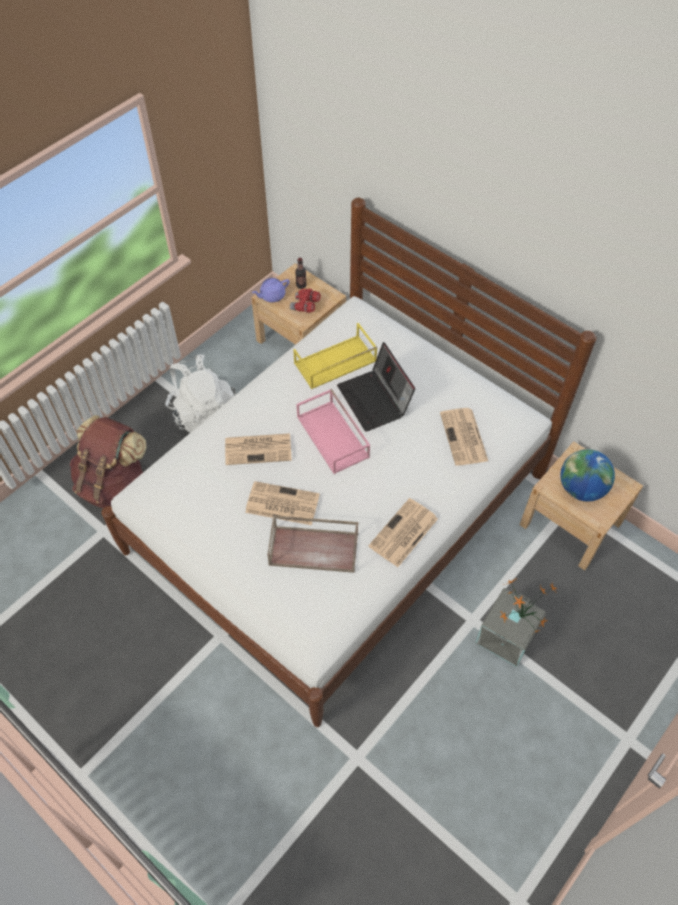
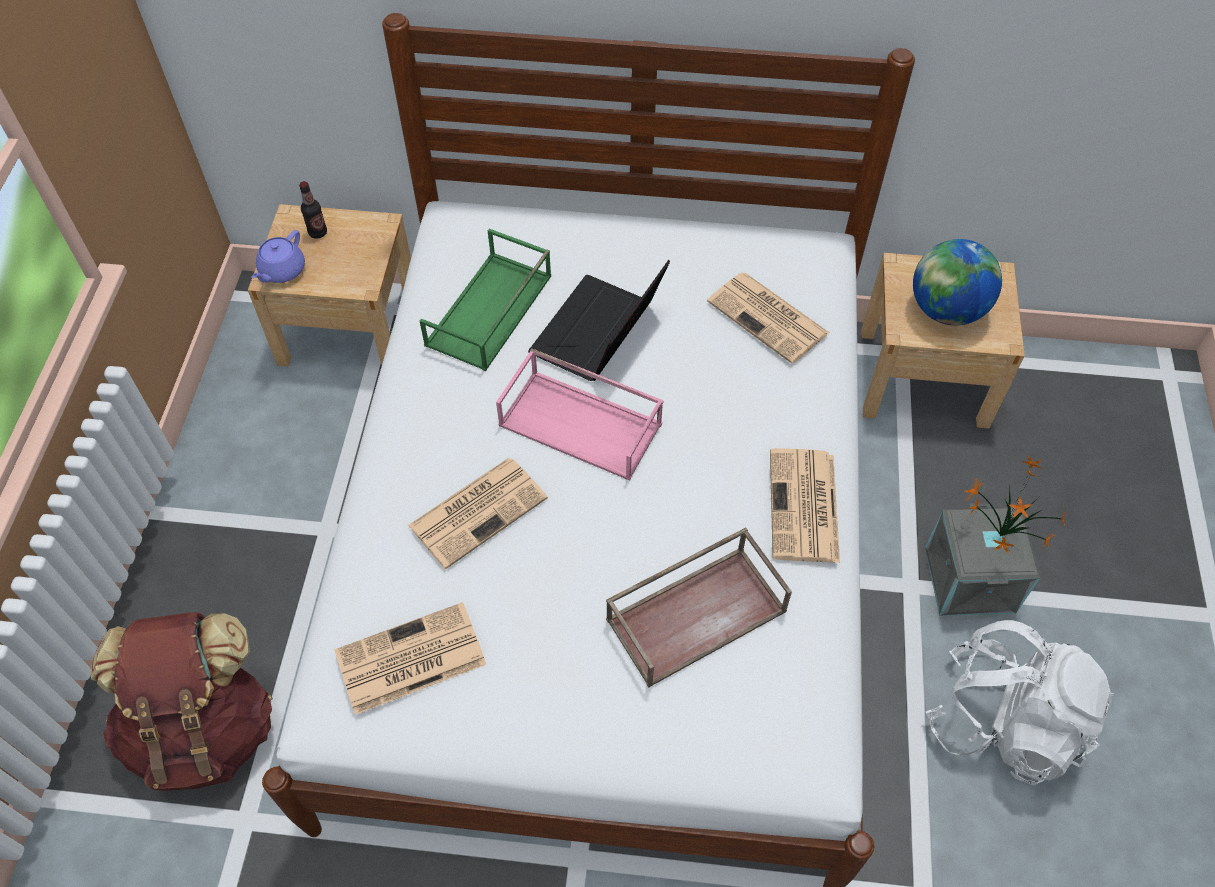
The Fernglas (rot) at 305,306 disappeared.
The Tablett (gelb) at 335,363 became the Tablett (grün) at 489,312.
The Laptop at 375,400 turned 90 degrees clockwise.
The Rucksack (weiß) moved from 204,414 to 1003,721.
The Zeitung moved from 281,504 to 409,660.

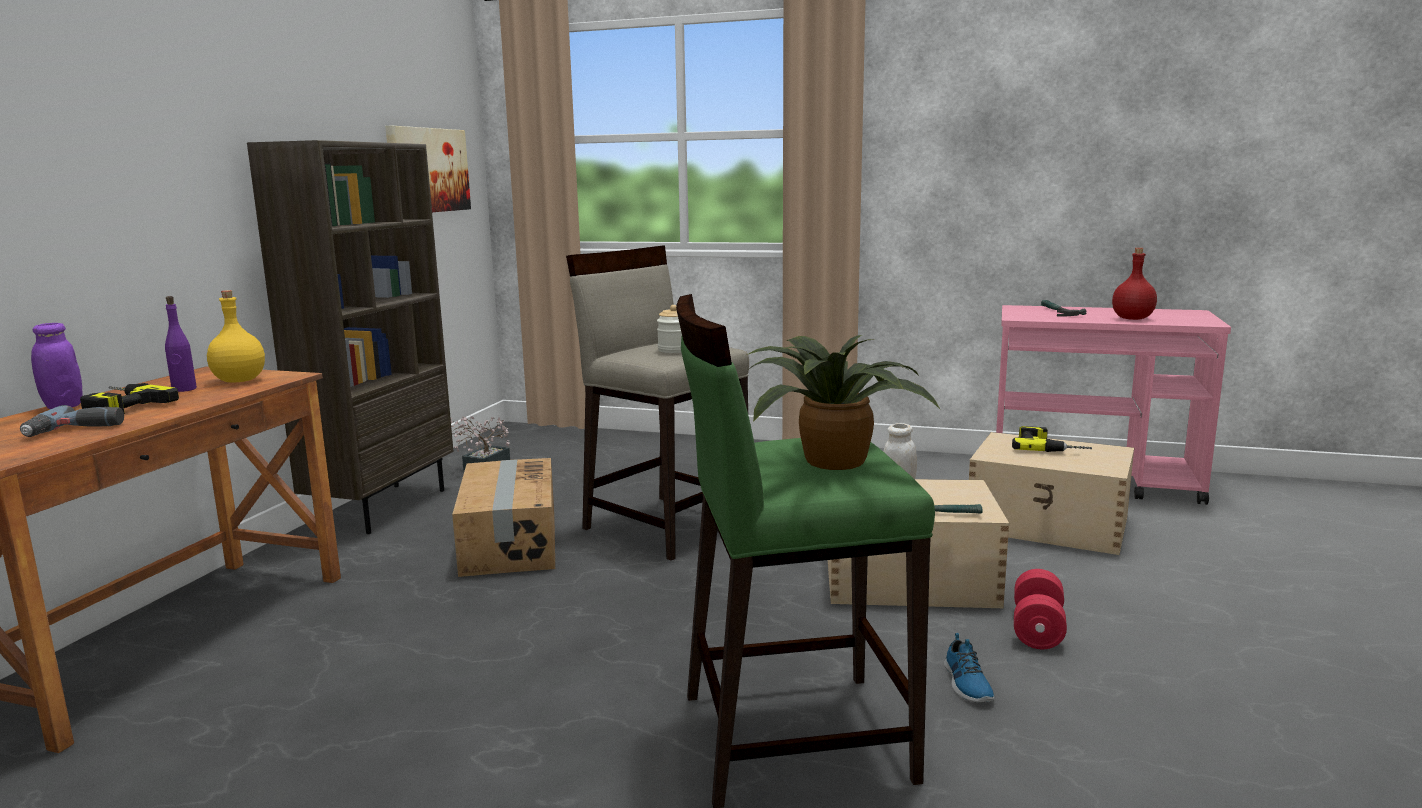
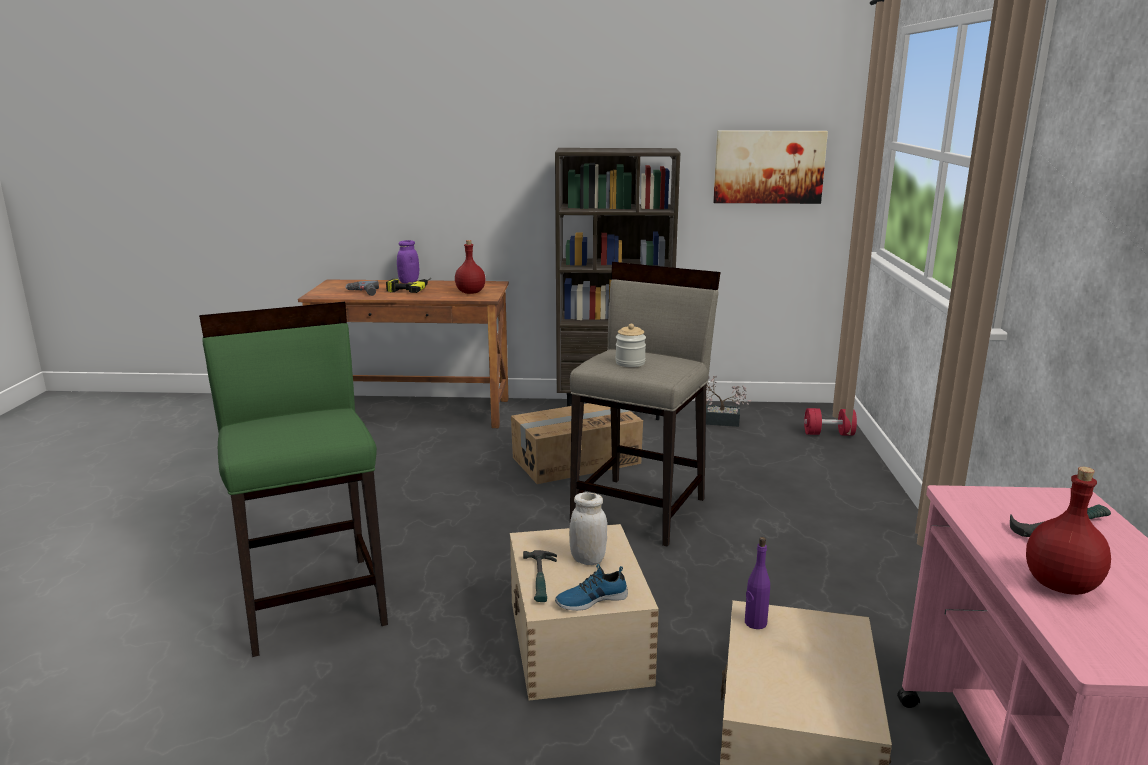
The Flasche (gelb) at 240,380 became the Flasche (rot) at 471,292.
The Flasche (lila) moved from 184,389 to 755,623.
The Topfpflanze at 834,459 disappeared.
The Bohrmaschine at 1050,447 disappeared.
The Hantel (rot) moved from 1037,629 to 828,434.
The Schuh moved from 966,684 to 591,599.

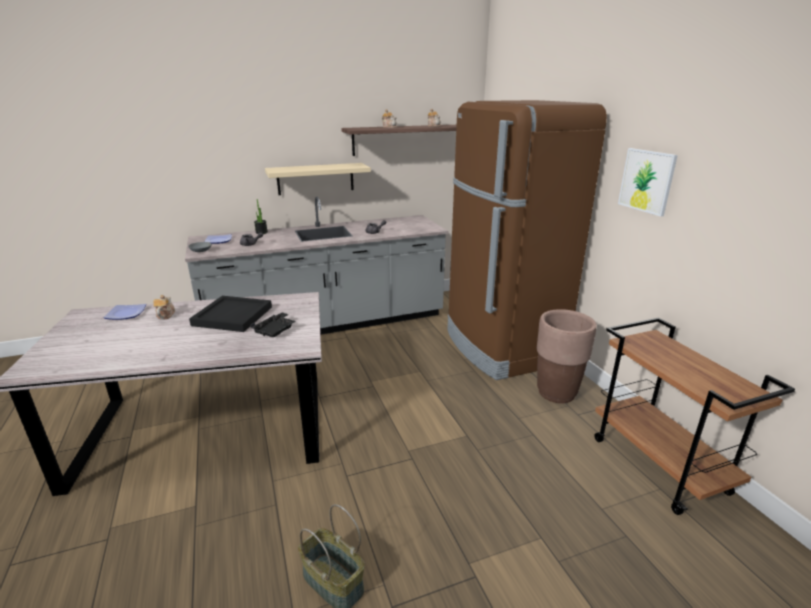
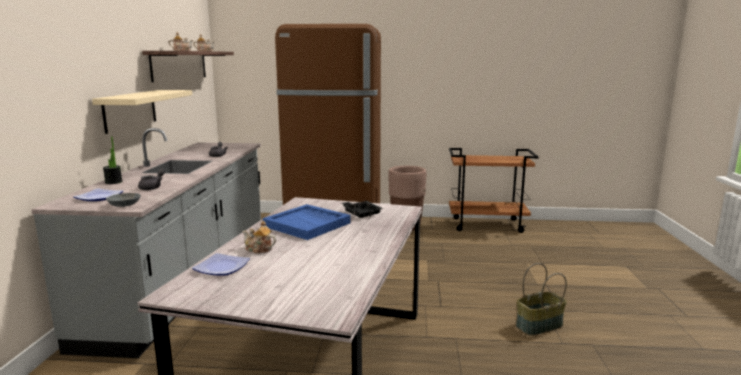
The Bild at 647,181 disappeared.
The Tablett (schwarz) at 233,316 became the Tablett (blau) at 308,224.

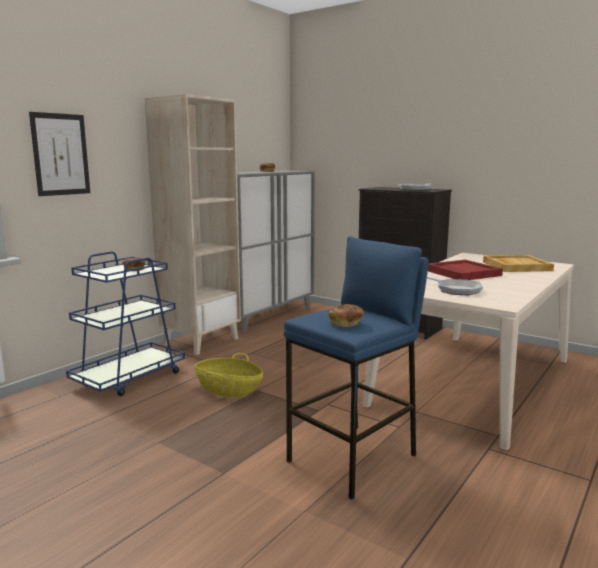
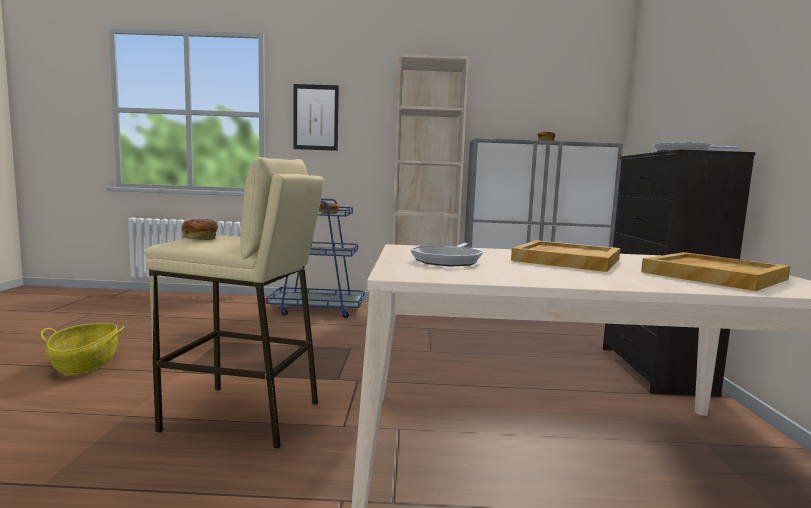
The Hocker (blau) at 354,458 became the Hocker (beige) at 243,416.
The Tablett (rot) at 462,273 became the Tablett (beige) at 566,260.
The Korb moved from 229,390 to 85,363.

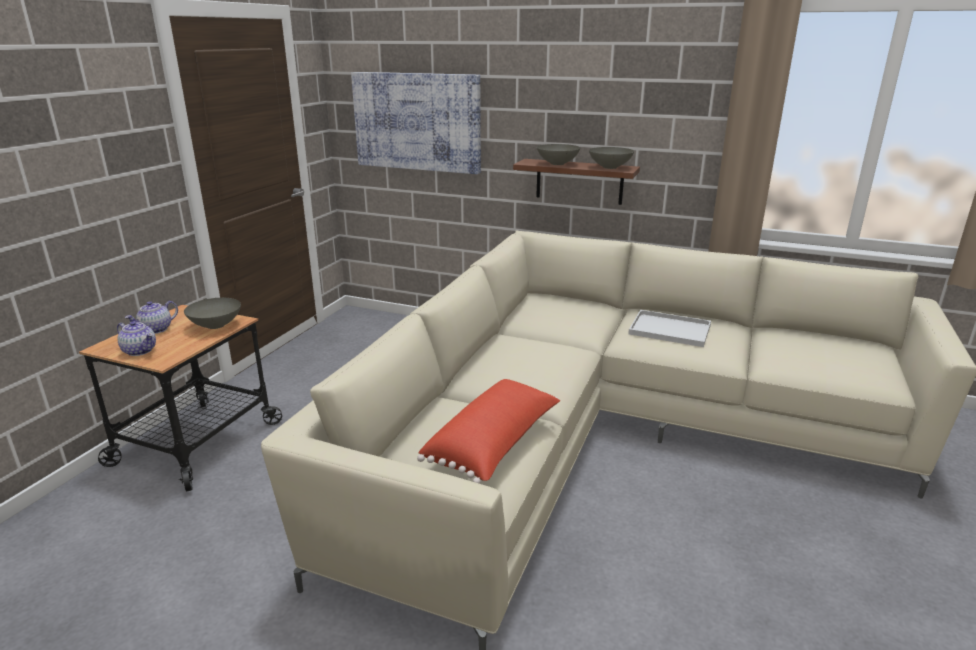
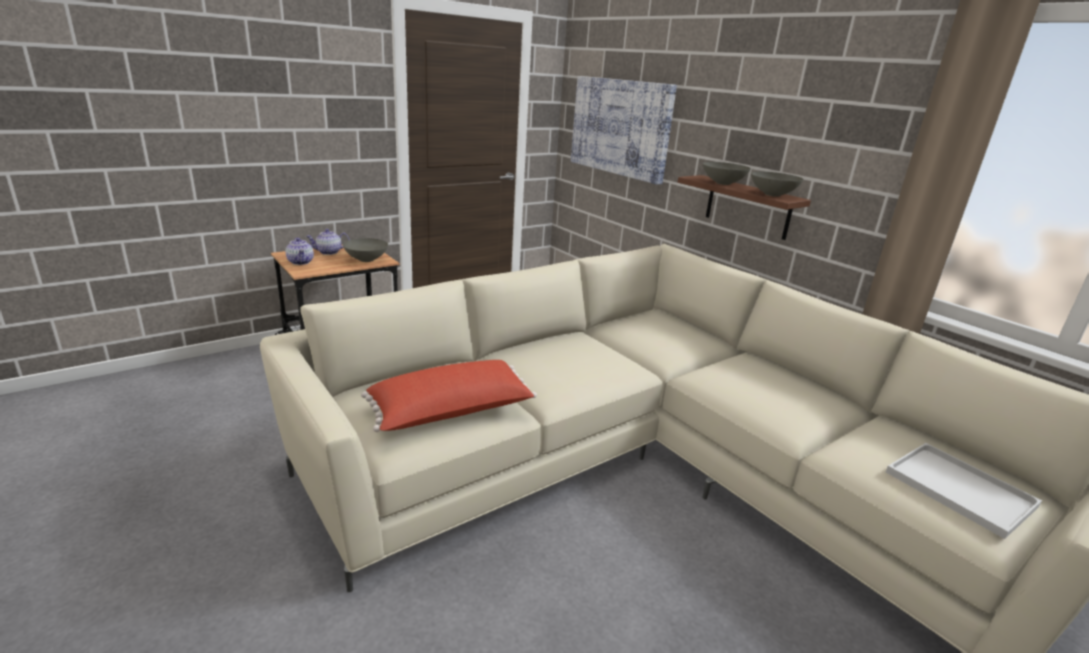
The Tablett (weiß) moved from 668,330 to 956,488.

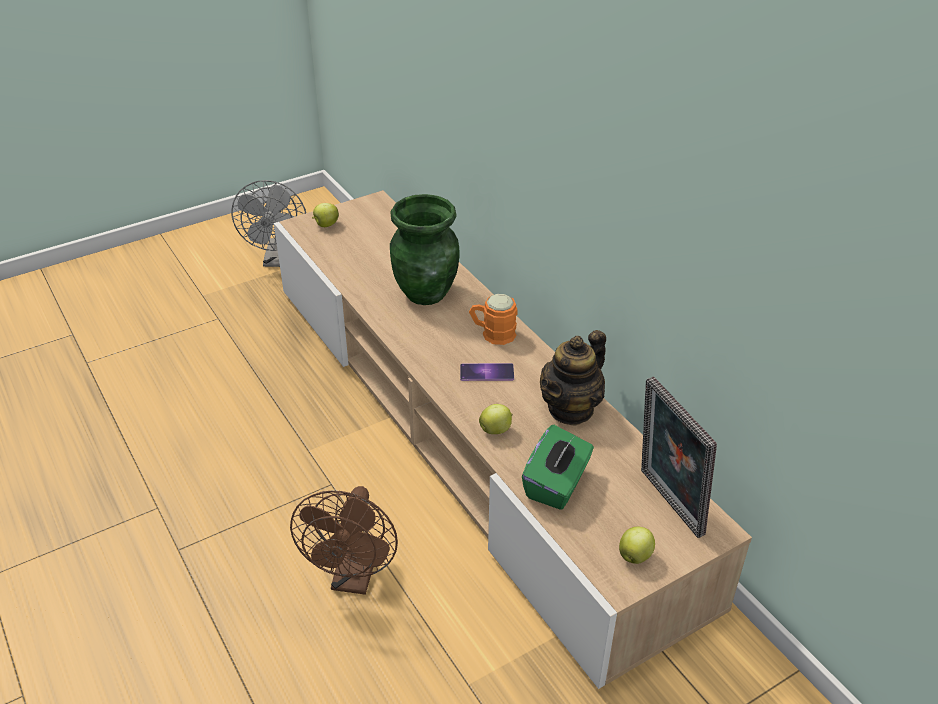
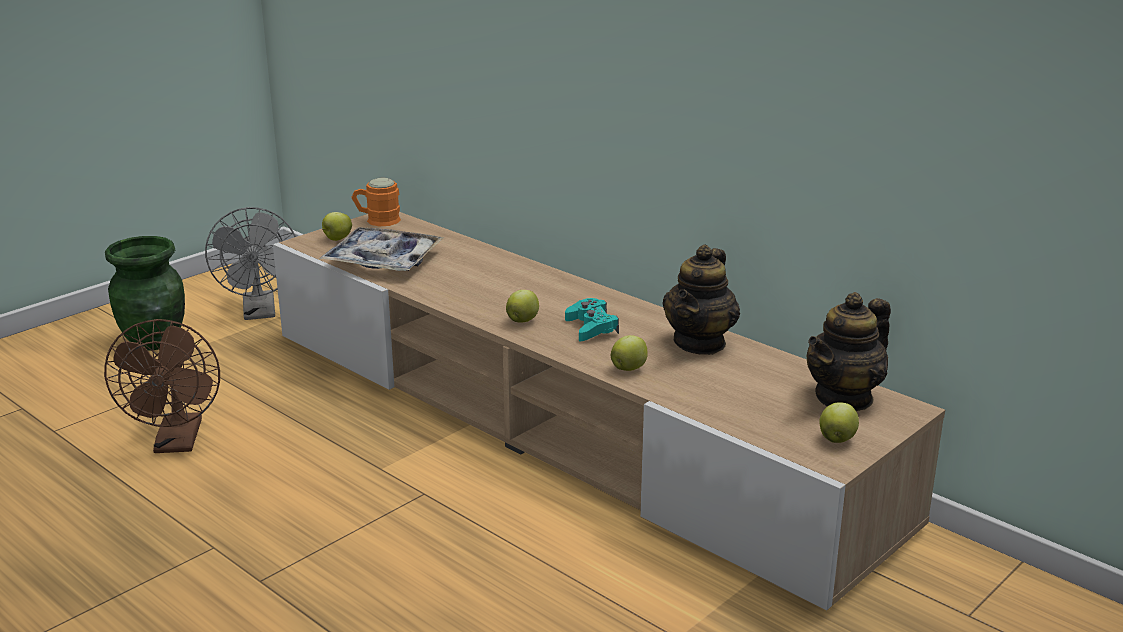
The Vase (grün) moved from 426,293 to 155,341.
The Henkelbecher (orange) moved from 492,333 to 377,221.
The Handy at 487,372 was replaced by the Gamepad (türkis) at 591,328.
The Bilderrahmen at 666,504 was replaced by the Teekanne at 844,398.
The Taschentuchbox (grün) at 556,484 disappeared.
The Ventilator (braun) moved from 354,578 to 177,443.
The Tablett at 383,261 appeared.
The Apfel at 523,321 appeared.

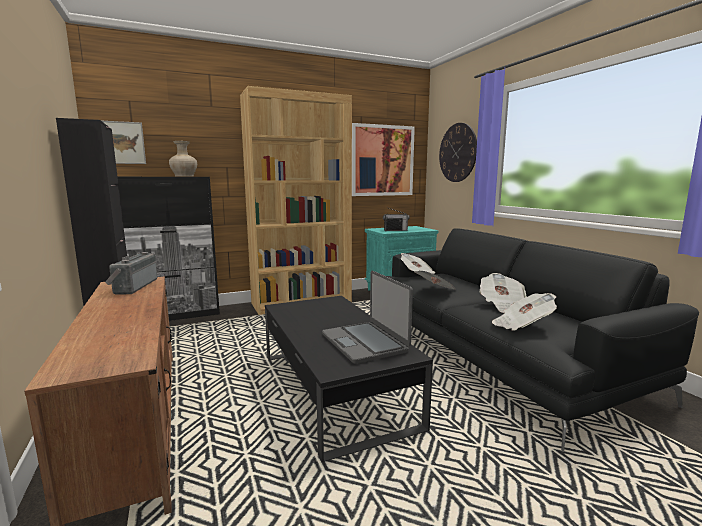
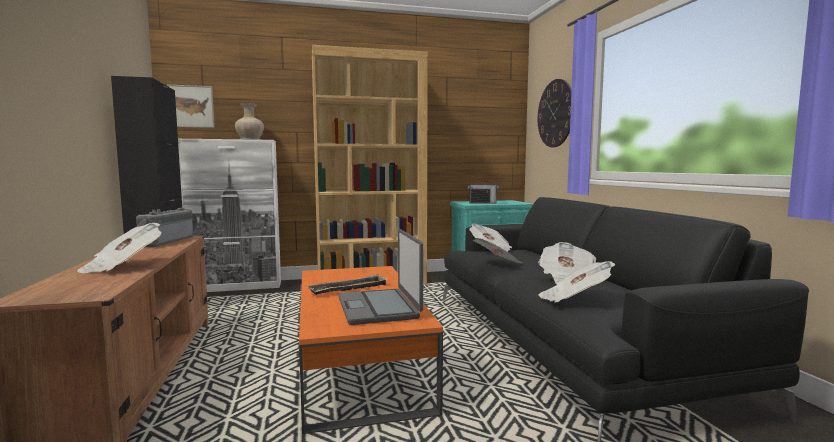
The Bild at 382,160 disappeared.
The Schrank (schwarz) at 177,315 became the Schrank (weiß) at 236,287.
The Couchtisch (schwarz) at 335,389 became the Couchtisch (orange) at 359,365.
The Zeitung at 122,266 appeared.
The Tablett at 349,289 appeared.

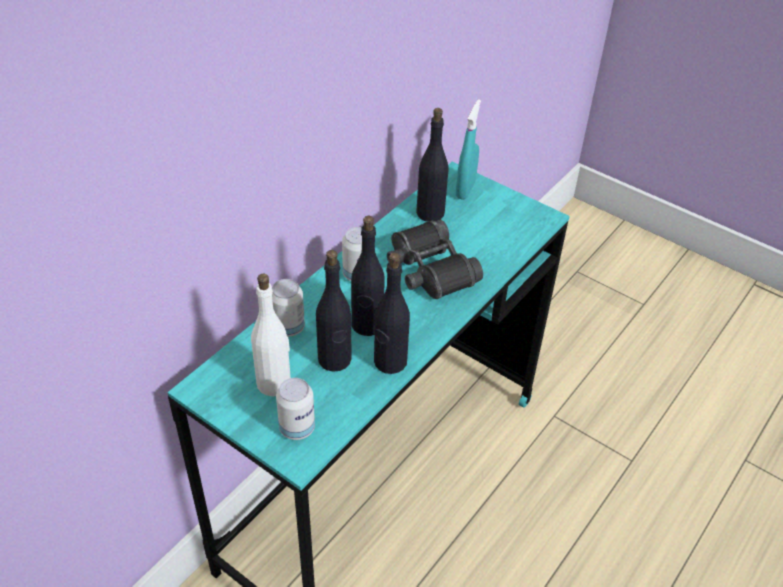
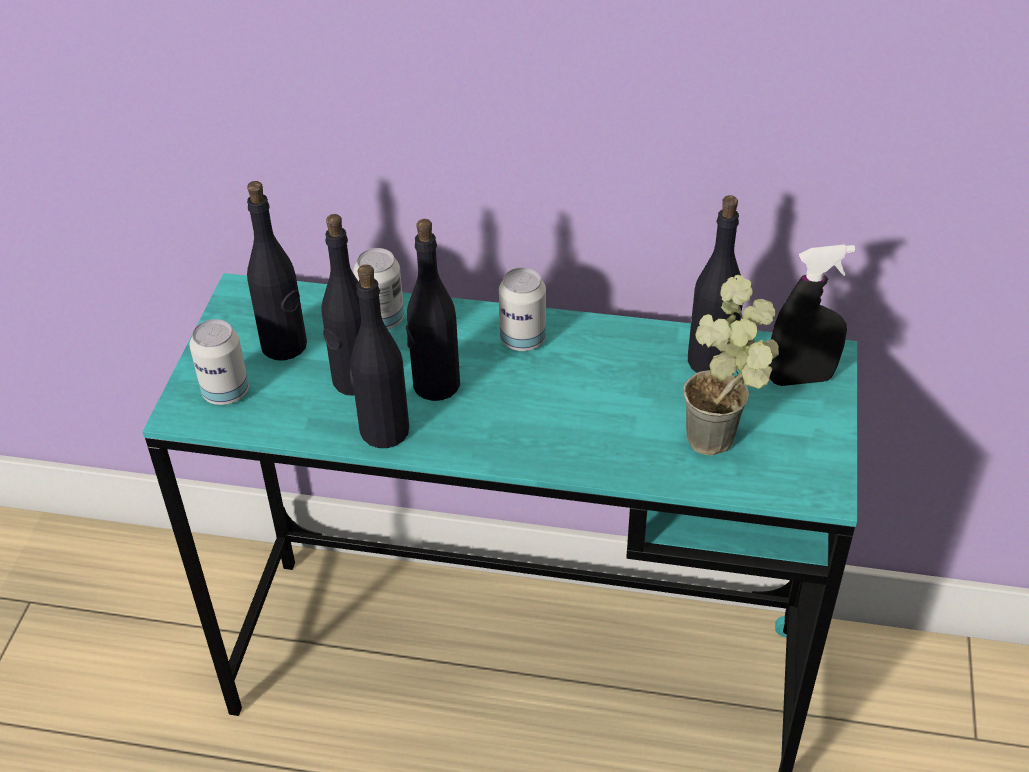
The Sprühflasche (türkis) at 465,190 became the Sprühflasche (schwarz) at 800,378.
The Fernglas (schwarz) at 429,269 disappeared.
The Flasche (weiß) at 274,383 became the Flasche (schwarz) at 284,346.
The Topfpflanze at 724,444 appeared.

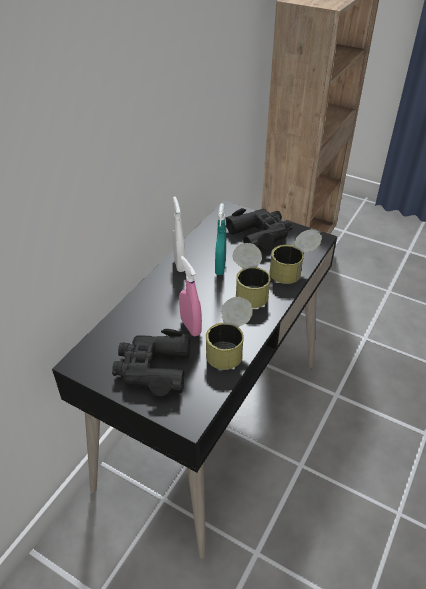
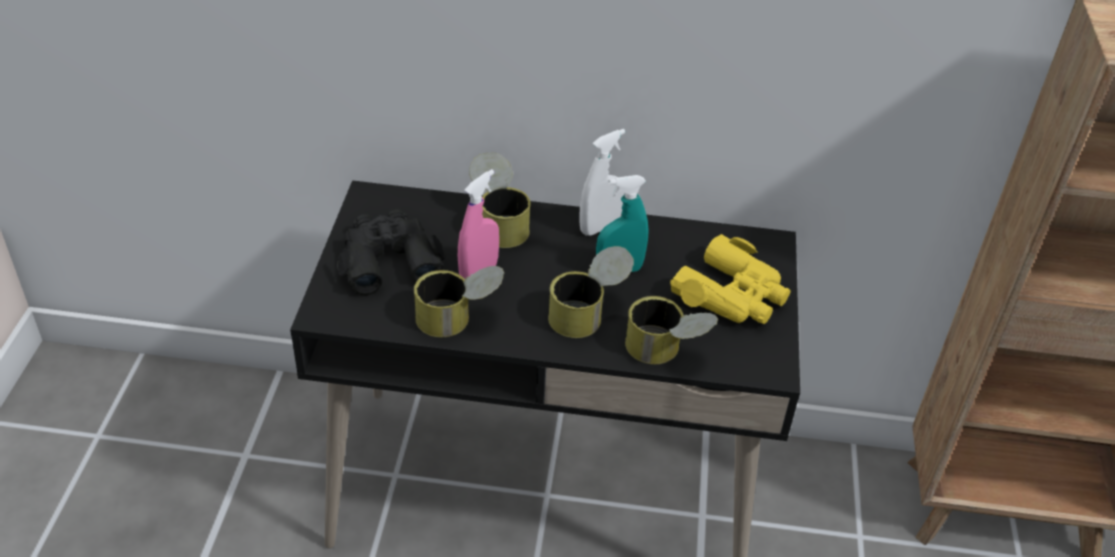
The Fernglas (schwarz) at 260,234 became the Fernglas (gelb) at 732,295.
The Dose at 499,222 appeared.

